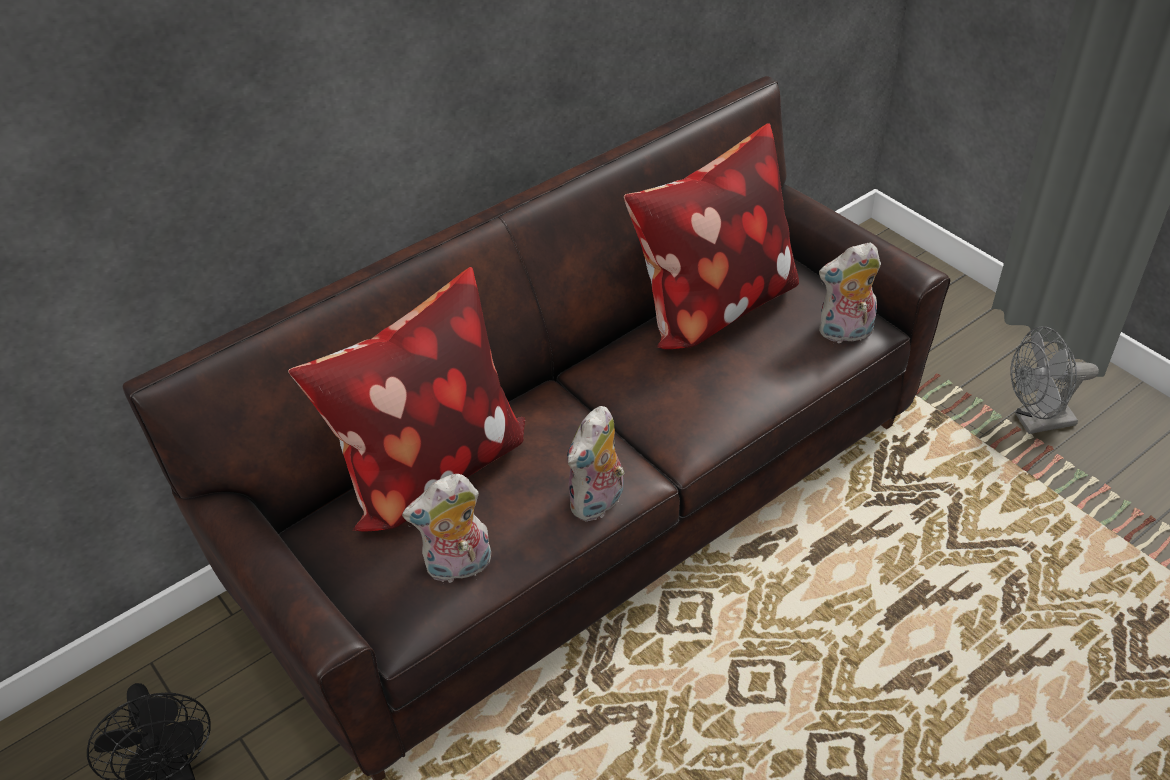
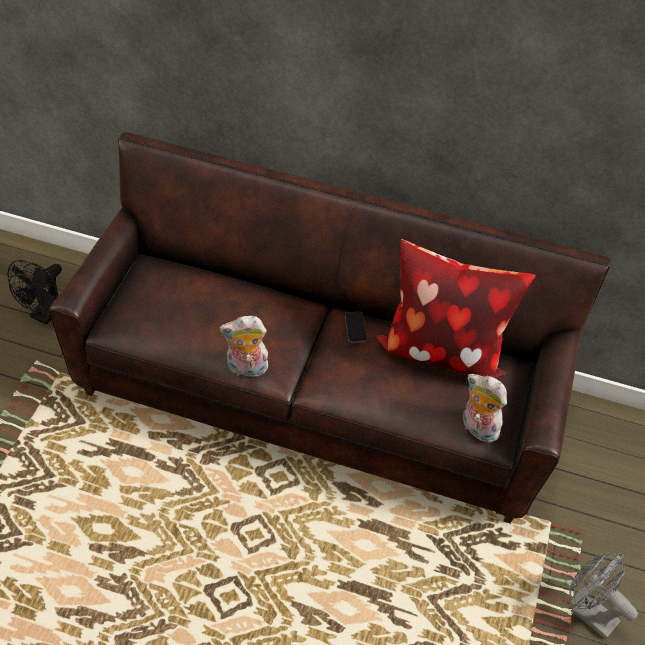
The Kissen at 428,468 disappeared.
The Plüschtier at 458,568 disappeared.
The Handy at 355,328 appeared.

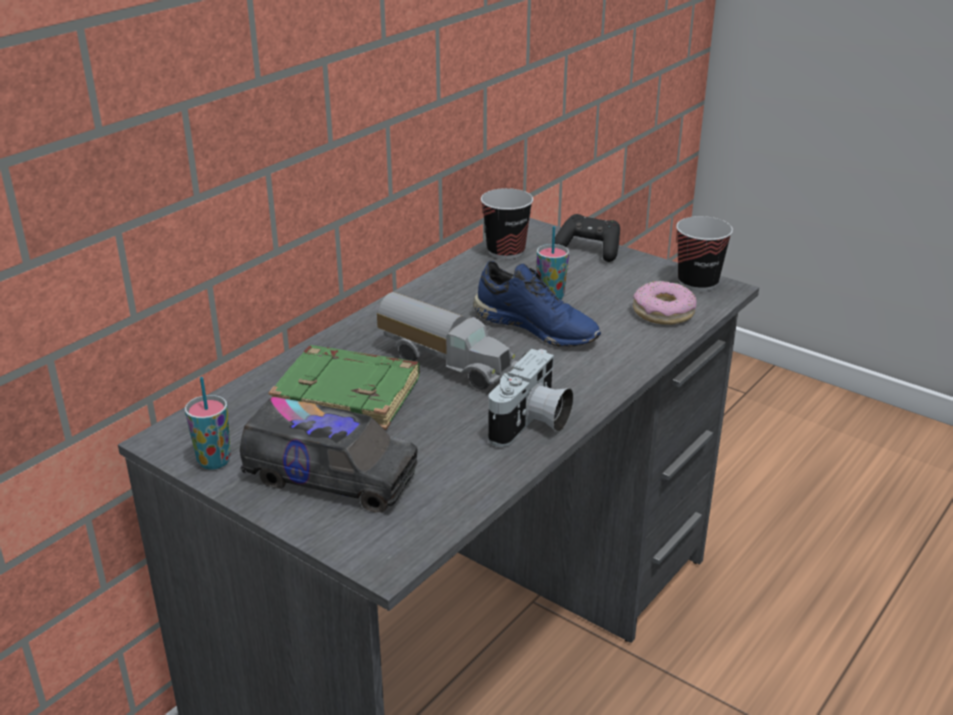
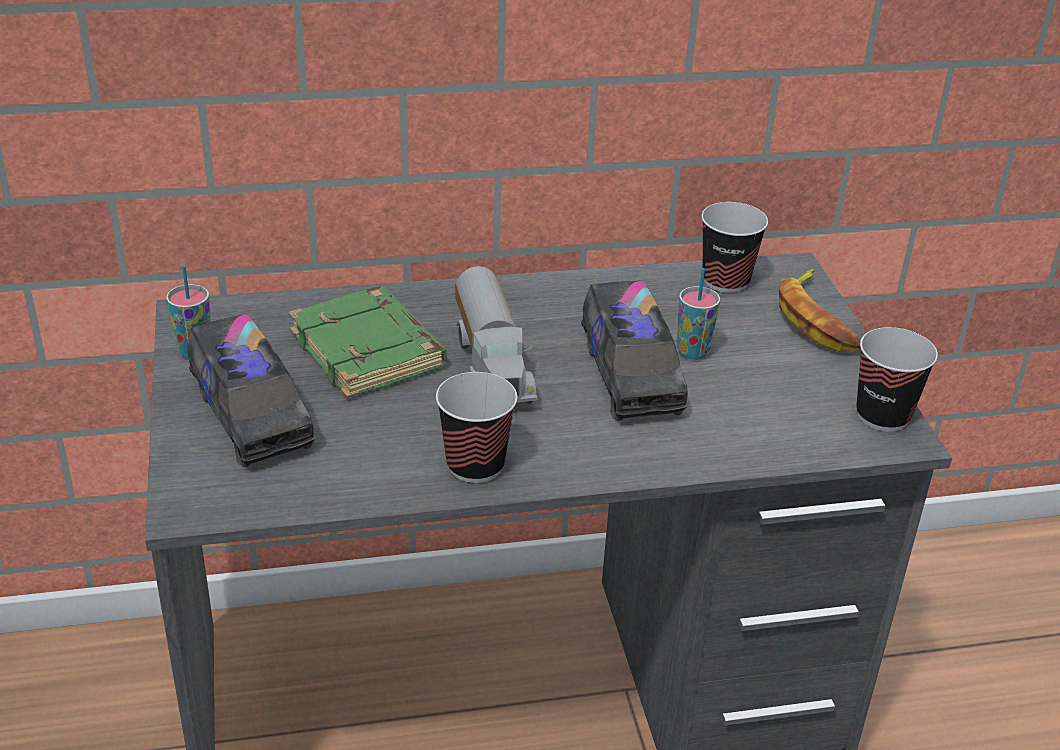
The Gamepad (schwarz) at 588,250 was replaced by the Banane at 818,320.
The Schuh (blau) at 537,327 was replaced by the Spielzeuglaster at 630,375.
The Donut at 663,312 disappeared.
The Kamera at 532,424 was replaced by the Tasse at 475,465.

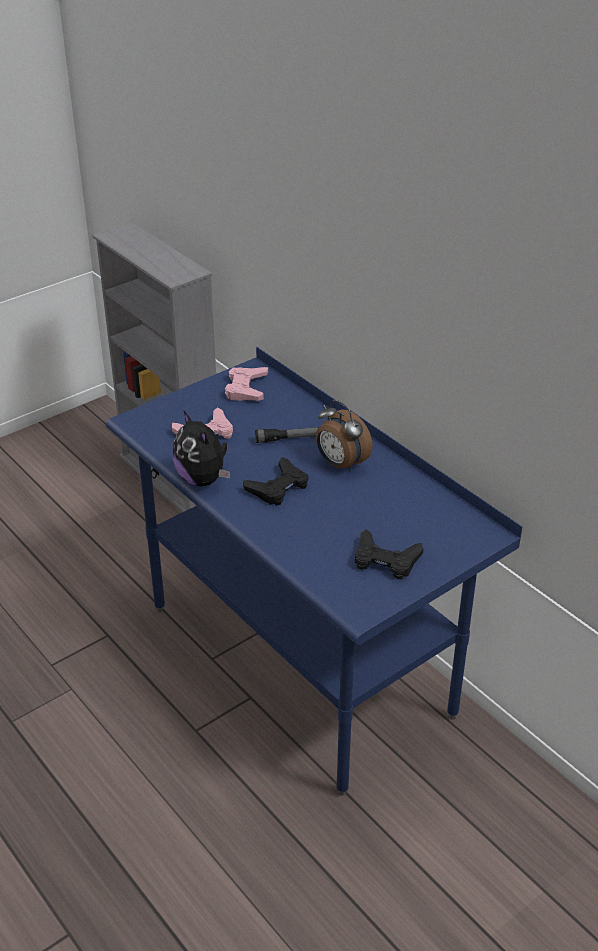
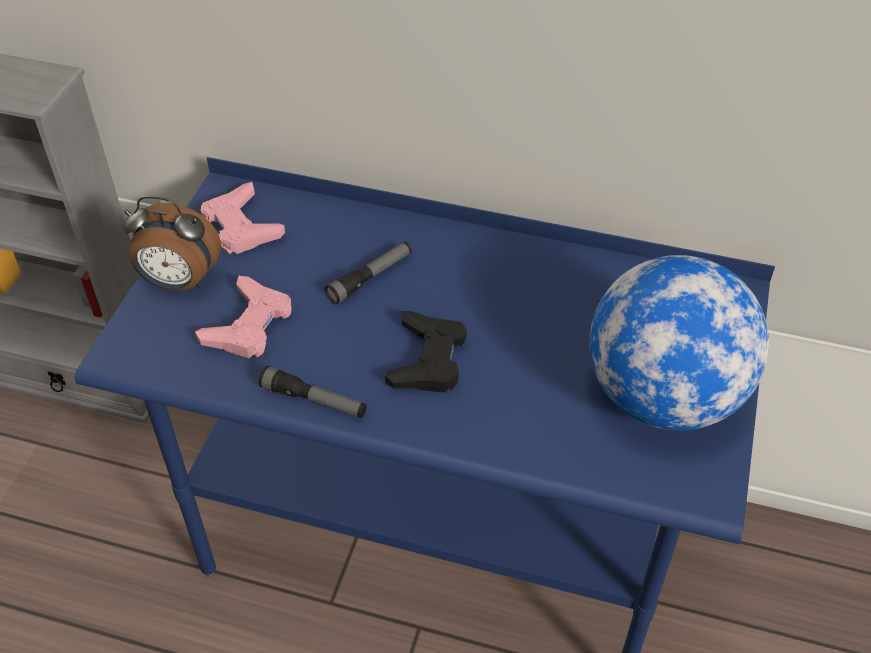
The Wecker moved from 340,464 to 179,282.
The Plüschtier at 203,479 was replaced by the Taschenlampe at 314,400.
The Gamepad (schwarz) at 385,560 was replaced by the Globus at 663,397.

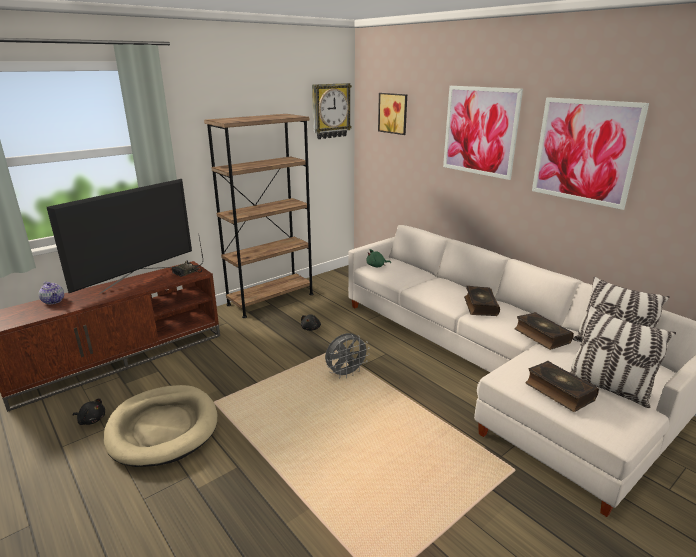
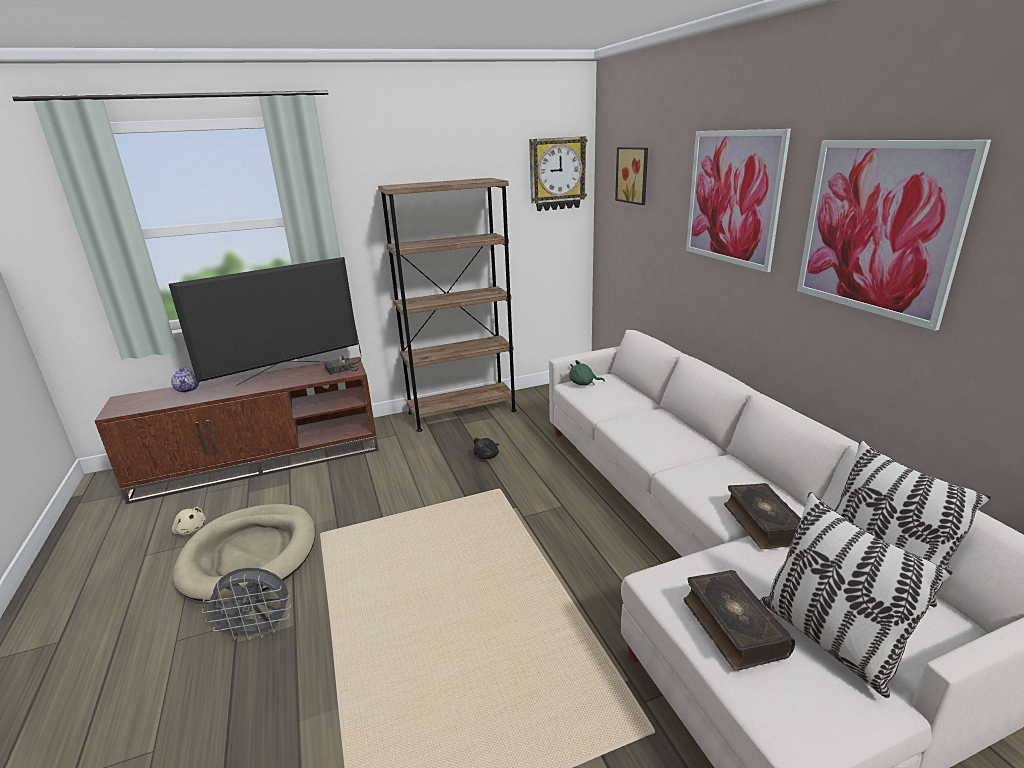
The Buch at 480,306 disappeared.
The Ventilator (grau) moved from 346,374 to 258,630.
The Plüschtier (schwarz) at 91,420 became the Plüschtier (beige) at 190,529.

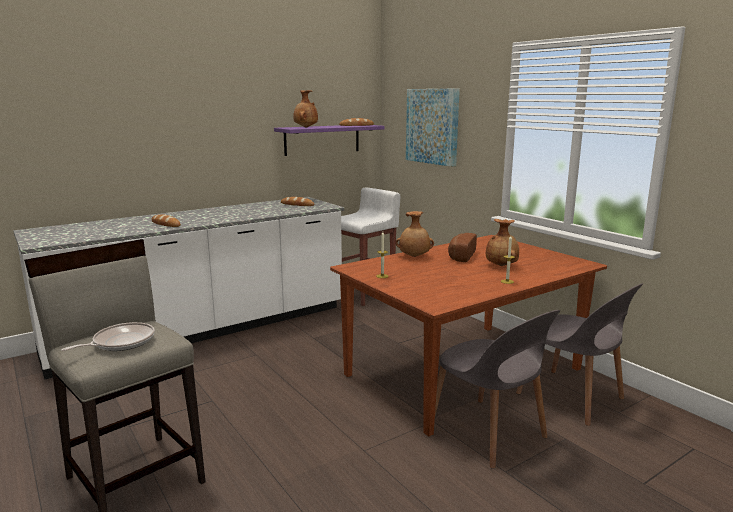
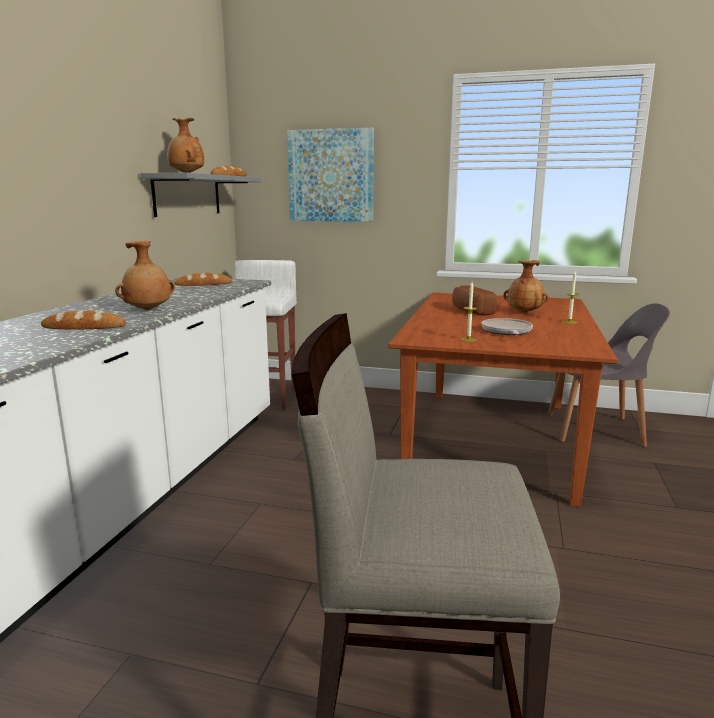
The Wandregal (lila) at 322,139 became the Wandregal (grau) at 187,195.
The Vase (braun) moved from 414,256 to 148,310.
The Stuhl (grau) at 489,433 disappeared.
The Pfanne moved from 120,342 to 506,331.

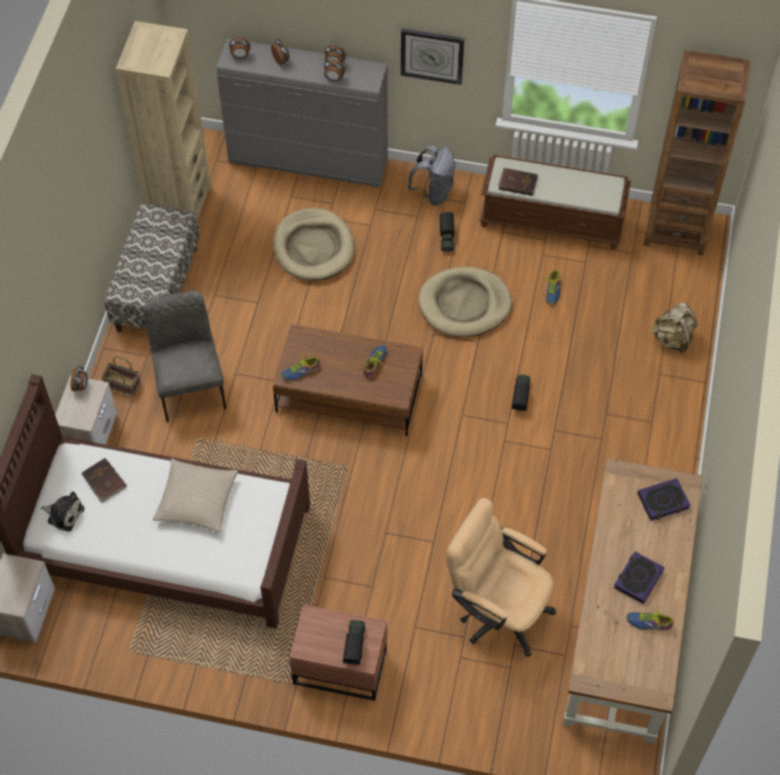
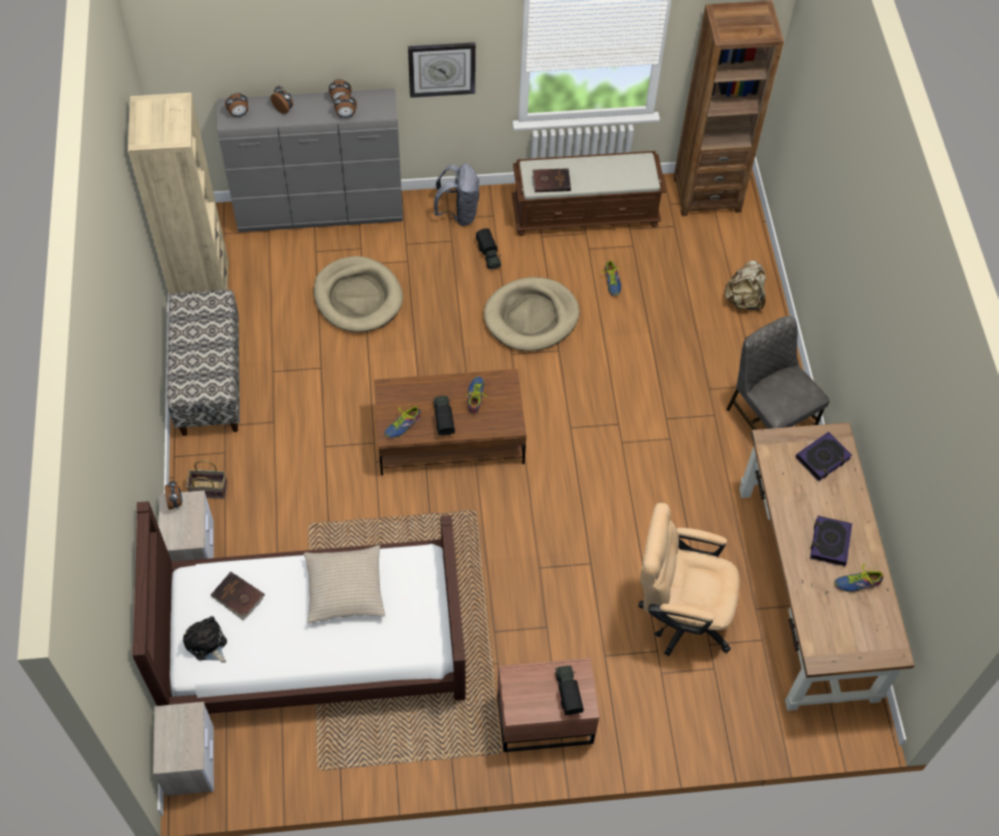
The Stuhl (grau) moved from 191,387 to 768,420.
The Spielzeuglaster moved from 521,396 to 443,419.
The Plüschtier at 64,514 turned 135 degrees counterclockwise.

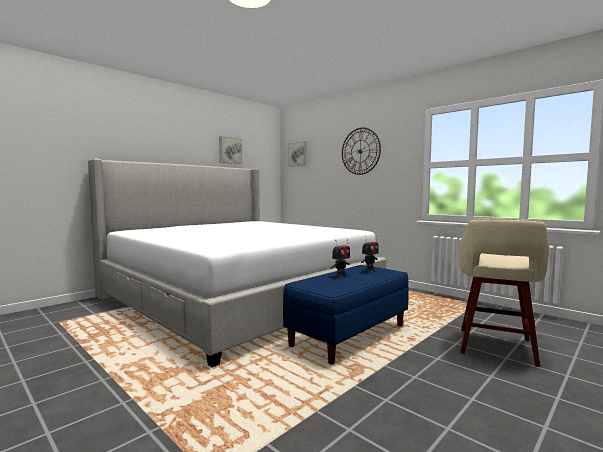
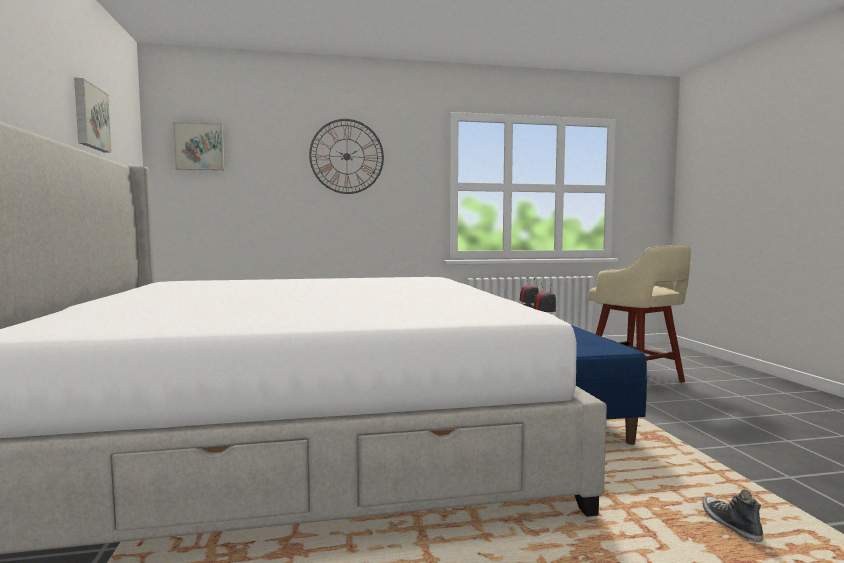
The Schuh at 730,524 appeared.

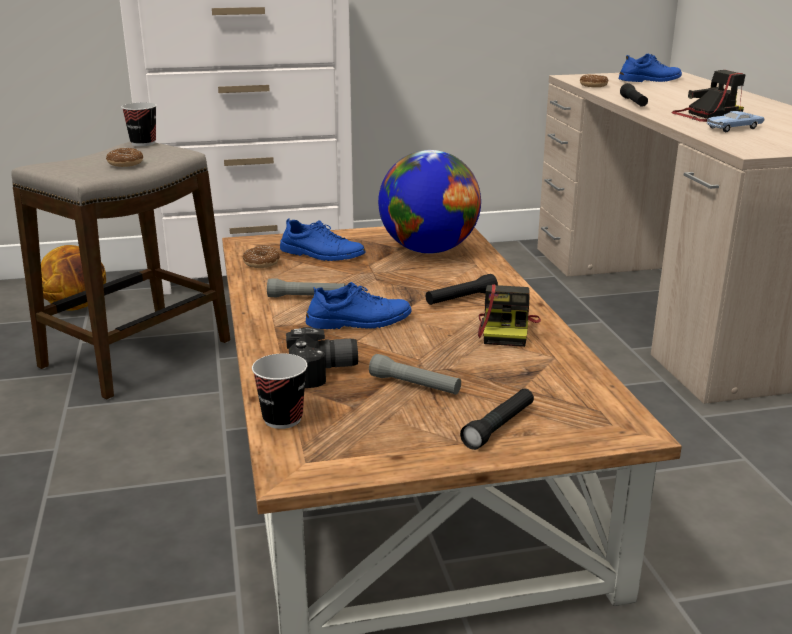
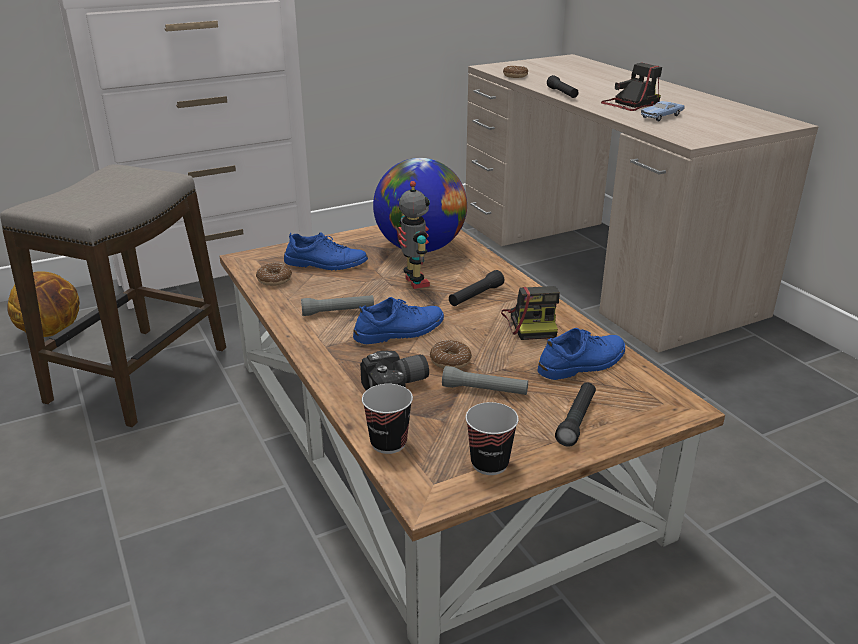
The Schuh (blau) moved from 650,80 to 582,363.
The Tasse moved from 143,143 to 489,463.
The Donut moved from 125,163 to 450,361.
The Spielzeugroboter at 414,282 appeared.

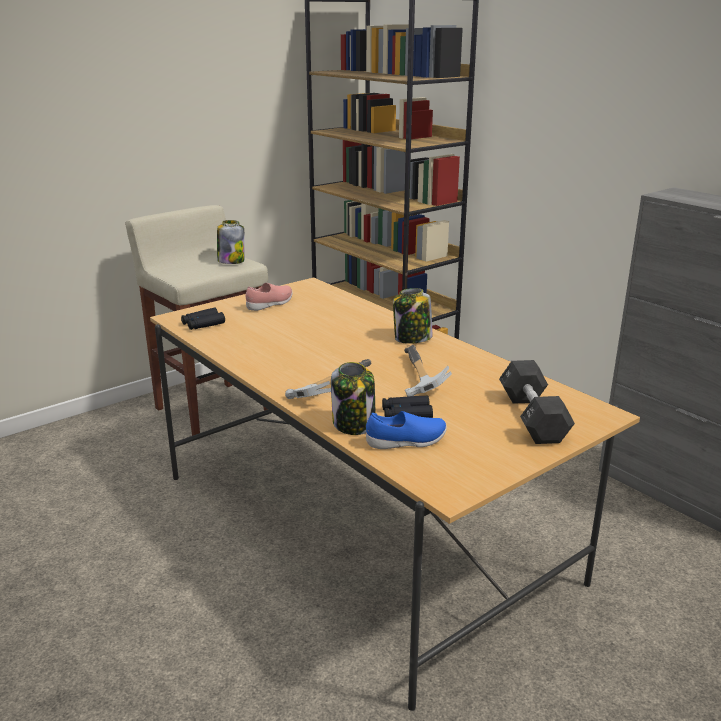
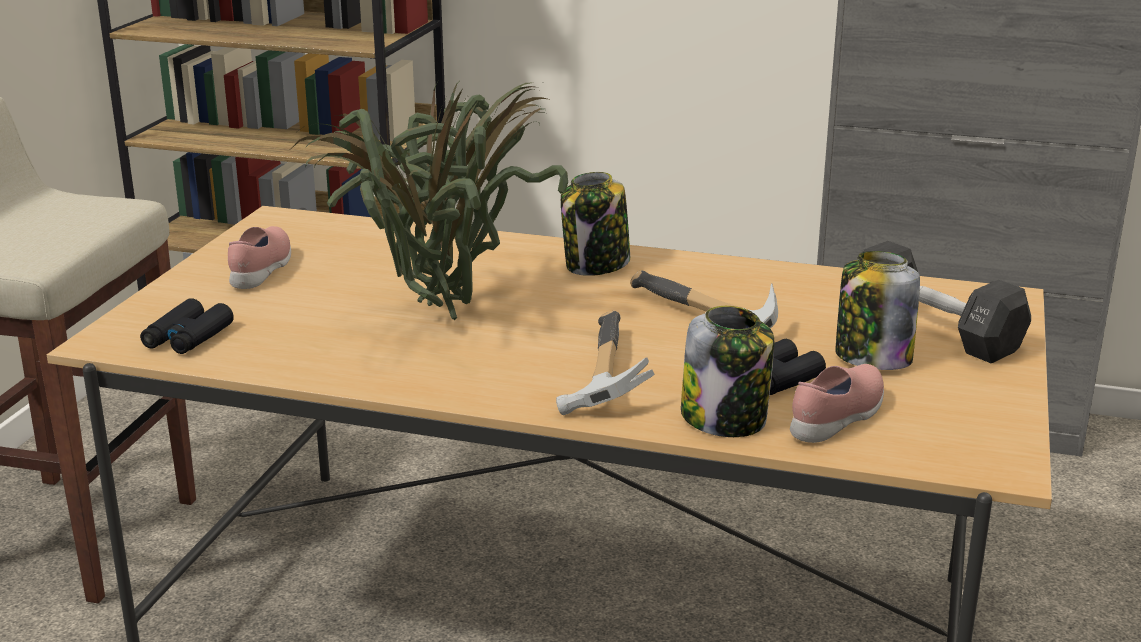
The Vorratsglas moved from 231,261 to 871,357.
The Schuh (blau) at 406,442 became the Schuh (rosa) at 838,419.
The Topfpflanze at 437,318 appeared.

